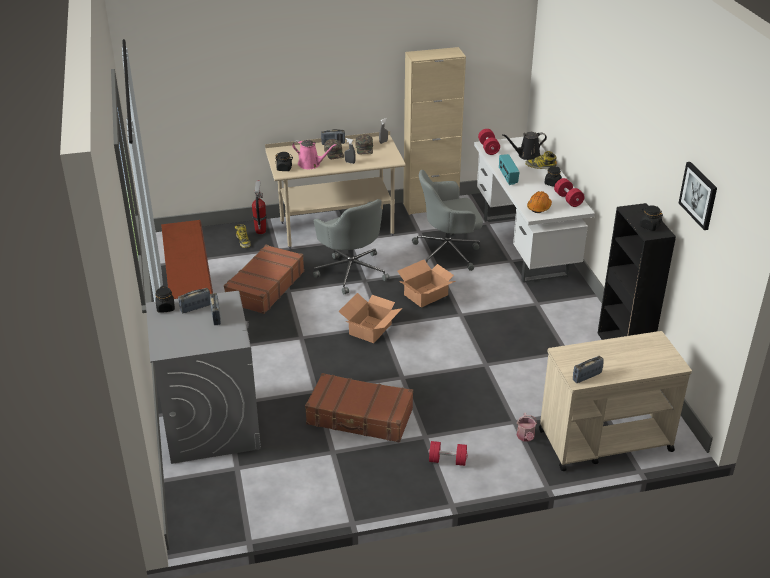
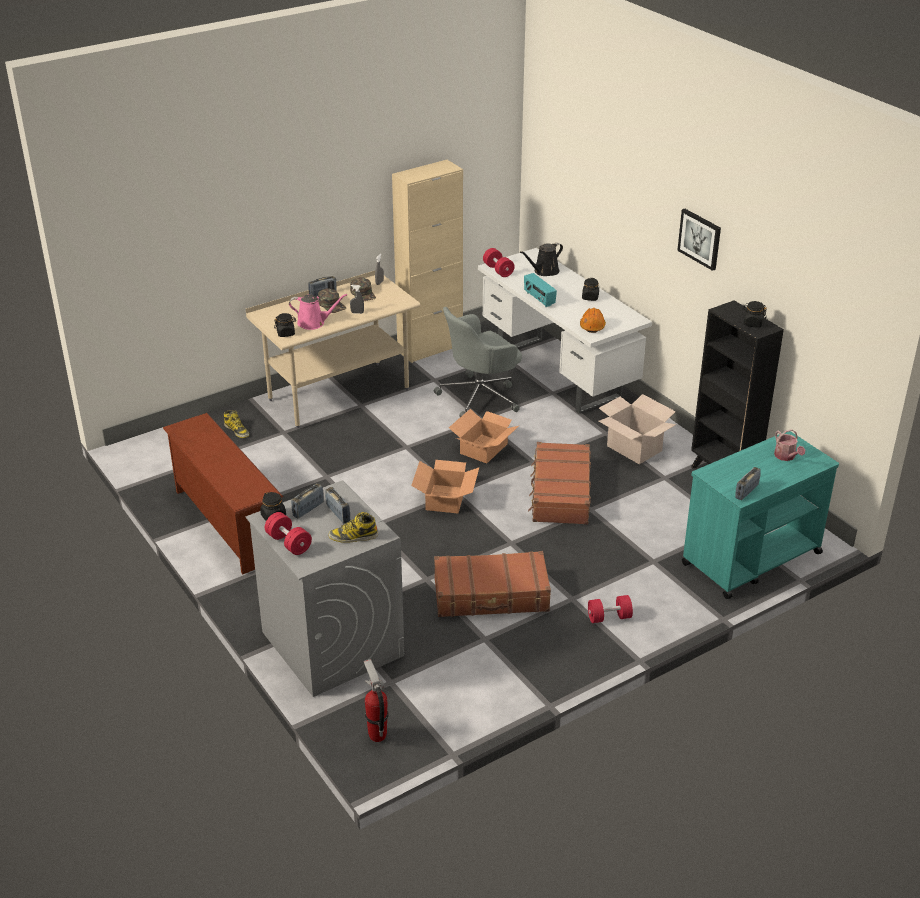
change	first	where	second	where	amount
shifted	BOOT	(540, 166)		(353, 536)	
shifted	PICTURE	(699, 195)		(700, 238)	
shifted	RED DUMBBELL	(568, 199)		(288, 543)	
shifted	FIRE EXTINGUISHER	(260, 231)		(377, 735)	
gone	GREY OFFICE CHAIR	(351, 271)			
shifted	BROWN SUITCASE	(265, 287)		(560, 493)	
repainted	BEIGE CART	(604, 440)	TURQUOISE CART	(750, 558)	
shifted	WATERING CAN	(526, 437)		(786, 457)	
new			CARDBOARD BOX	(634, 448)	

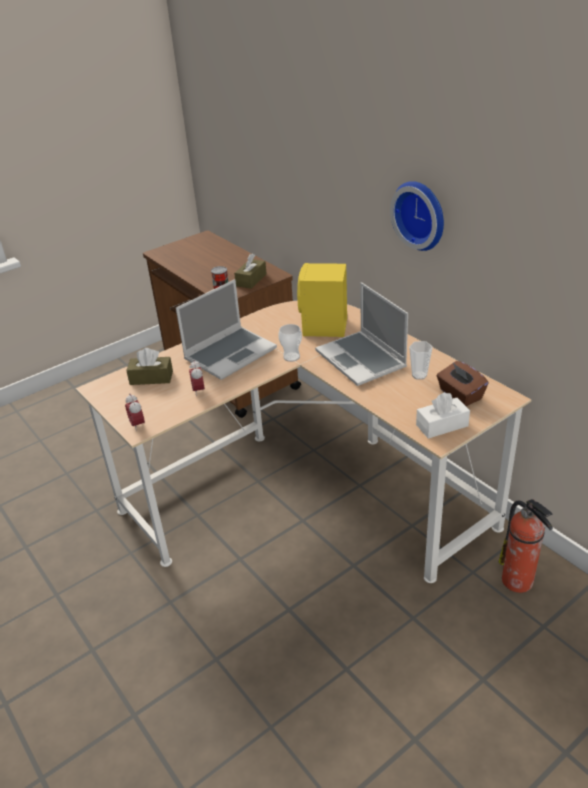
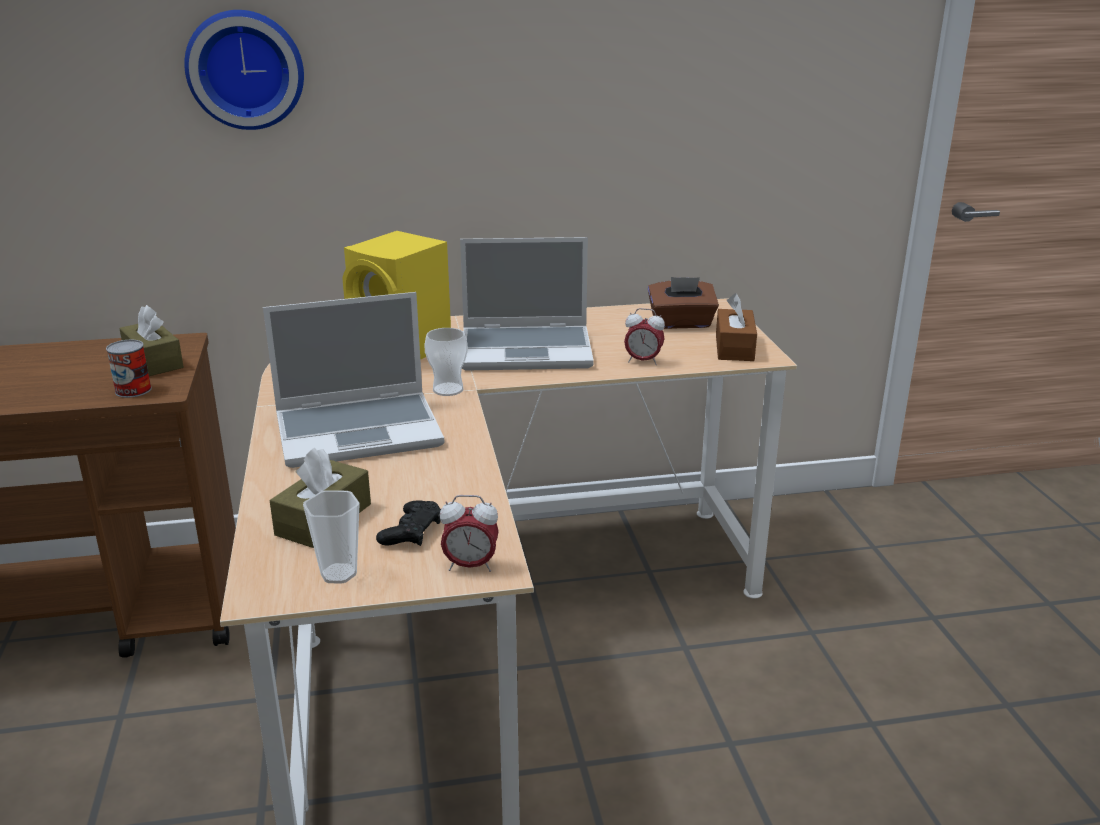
change	first	where	second	where	amount
shifted	WALL CLOCK	(421, 214)		(245, 69)	
rotated	LAPTOP	(230, 353)		(360, 431)	90 degrees clockwise
shifted	CUP	(419, 375)		(338, 574)	
shifted	ALARM CLOCK	(198, 390)		(643, 361)	
repainted	WHITE TISSUE BOX	(442, 425)	BROWN TISSUE BOX	(734, 347)	
gone	FIRE EXTINGUISHER	(518, 581)			
new			BLACK GAME CONTROLLER	(411, 532)	

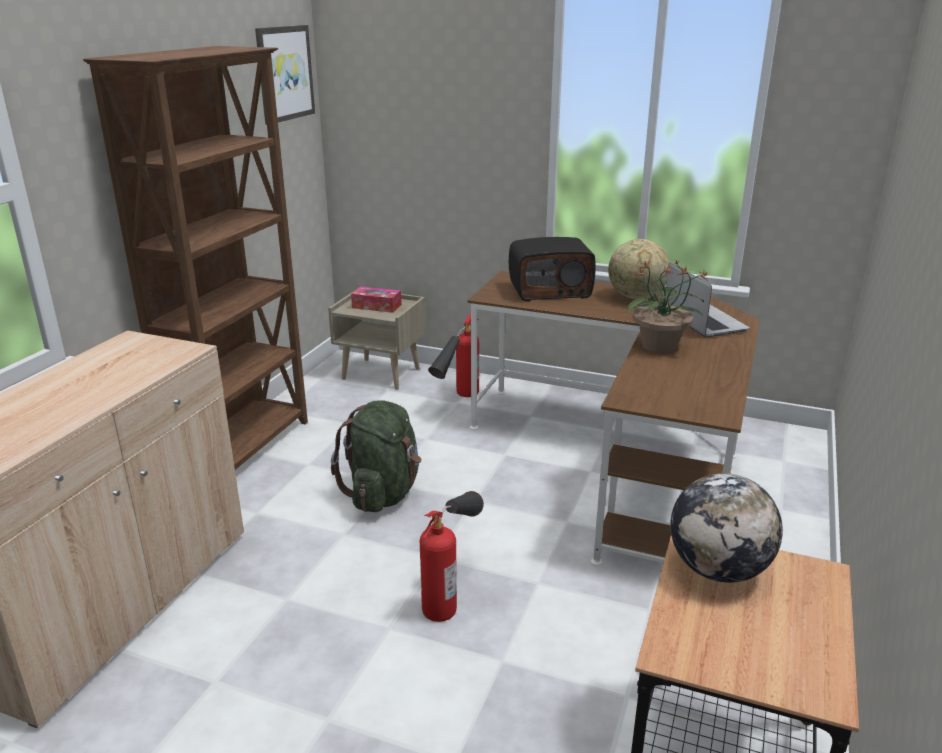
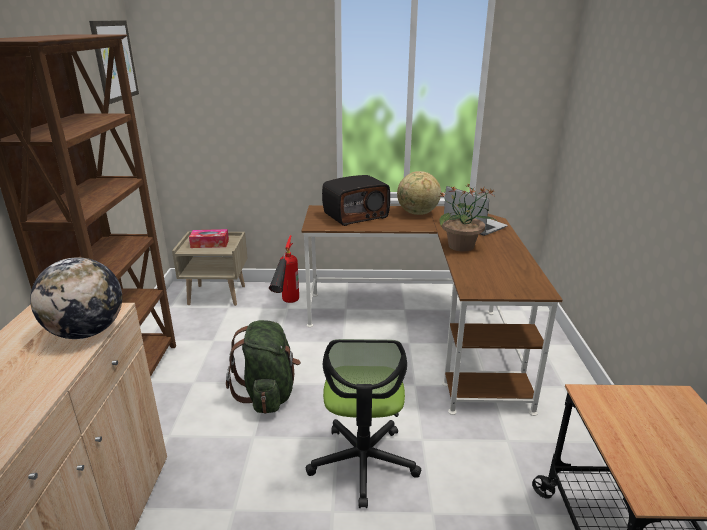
change	first	where	second	where	amount
shifted	GLOBE	(718, 570)		(87, 332)	
swapped	FIRE EXTINGUISHER	(451, 589)	OFFICE CHAIR	(363, 462)	

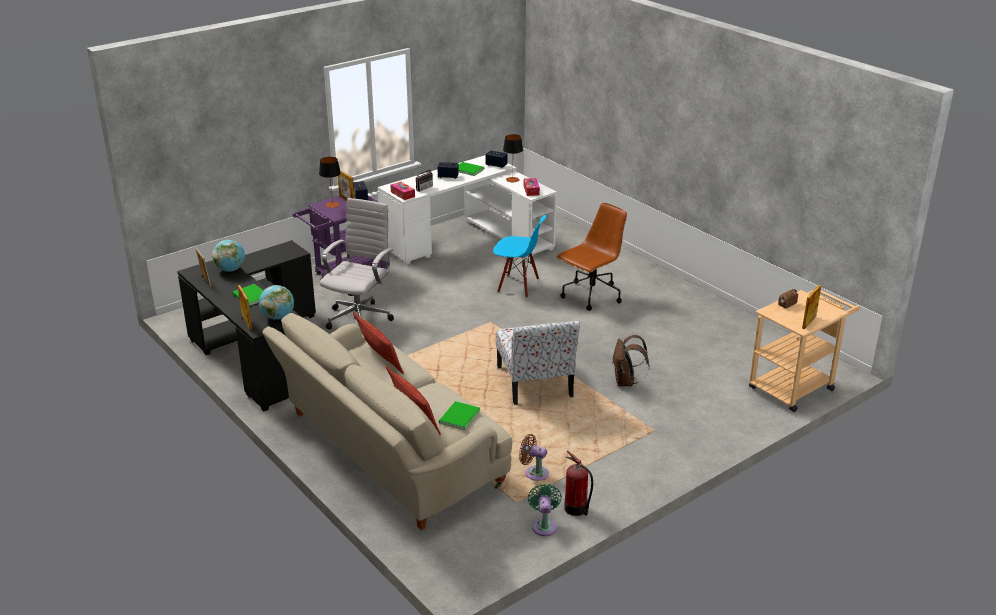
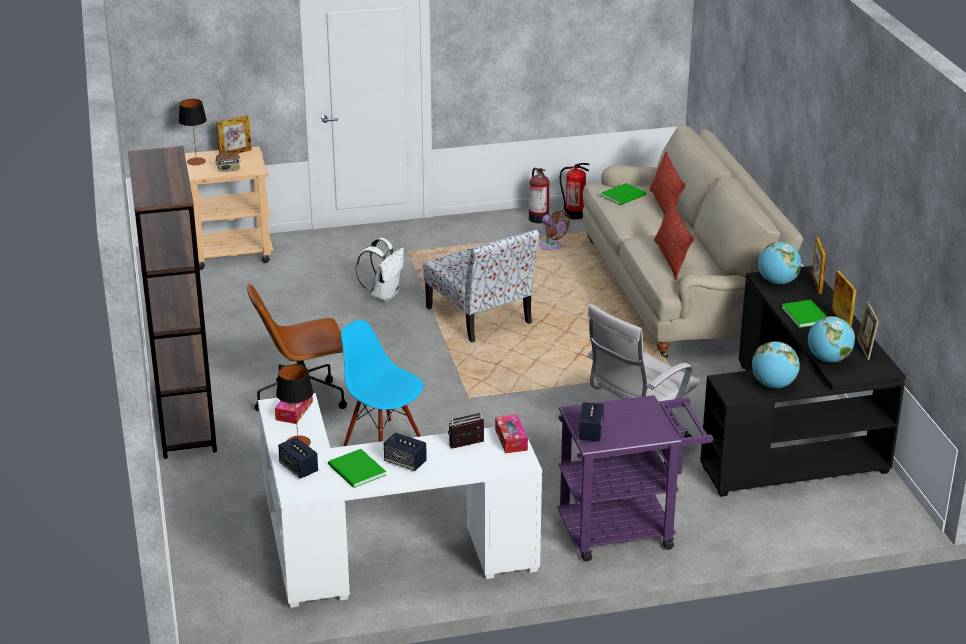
change	first	where	second	where	amount
shifted	TABLE LAMP	(332, 205)		(196, 161)	
shifted	PICTURE FRAME	(347, 200)		(841, 319)	
rotated	CHAIR	(535, 383)		(480, 316)	135 degrees clockwise
repainted	BROWN BACKPACK	(626, 382)	WHITE BACKPACK	(384, 295)	
swapped	GREEN FAN	(544, 525)	FIRE EXTINGUISHER	(574, 214)	
new			BROWN BOOKCASE	(185, 420)	
new			GLOBE	(773, 385)	

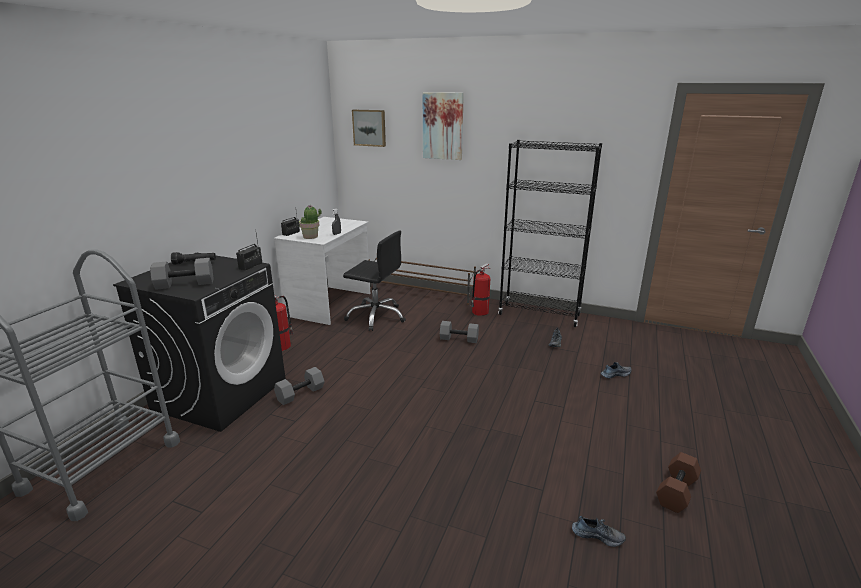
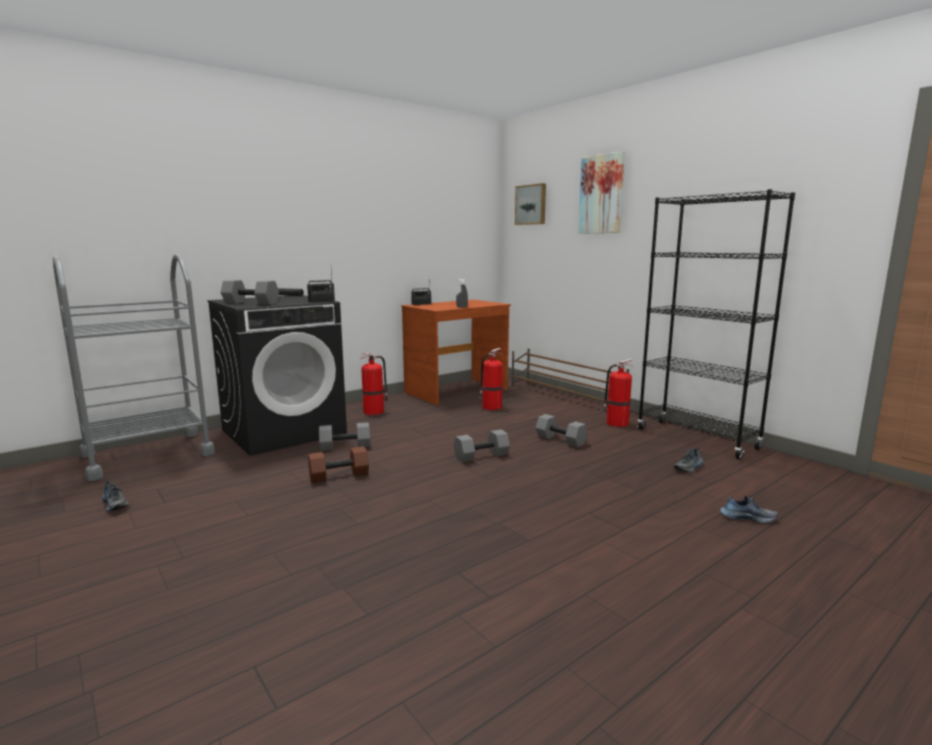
change	first	where	second	where	amount
gone	POTTED PLANT	(311, 237)			
repainted	WHITE DESK	(330, 304)	BROWN DESK	(457, 391)	
swapped	BLACK OFFICE CHAIR	(376, 316)	FIRE EXTINGUISHER	(491, 407)	
shifted	BROWN DUMBBELL	(677, 492)		(338, 476)	
shifted	SHOE	(597, 535)		(115, 504)	
new			GREY DUMBBELL	(481, 456)	

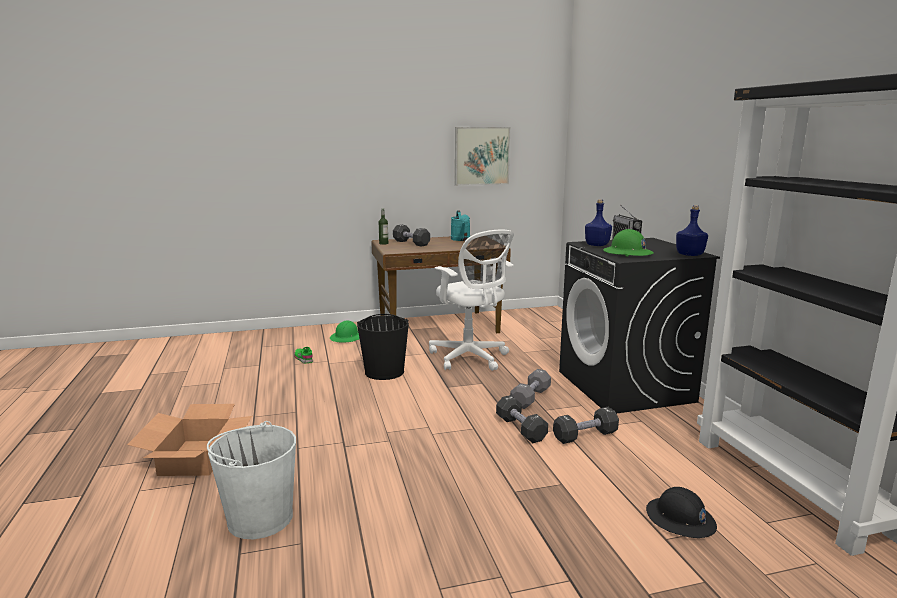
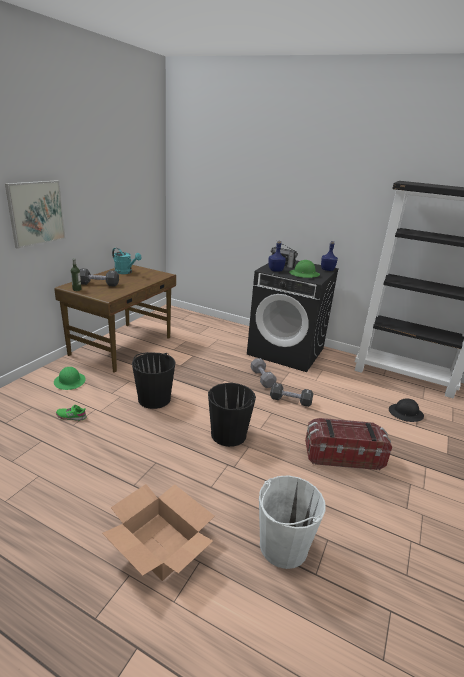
change	first	where	second	where	amount
shifted	PICTURE	(482, 156)		(36, 213)	
gone	WHITE OFFICE CHAIR	(470, 358)			
gone	BLACK DUMBBELL	(585, 436)			
new			BLACK BUCKET	(228, 434)	
new			STORAGE BOX	(342, 455)	

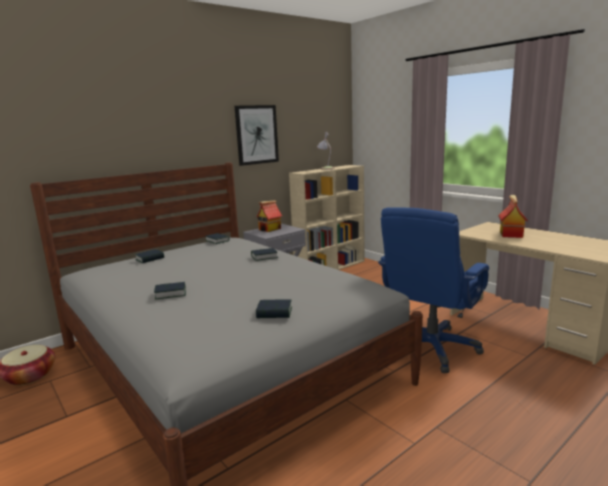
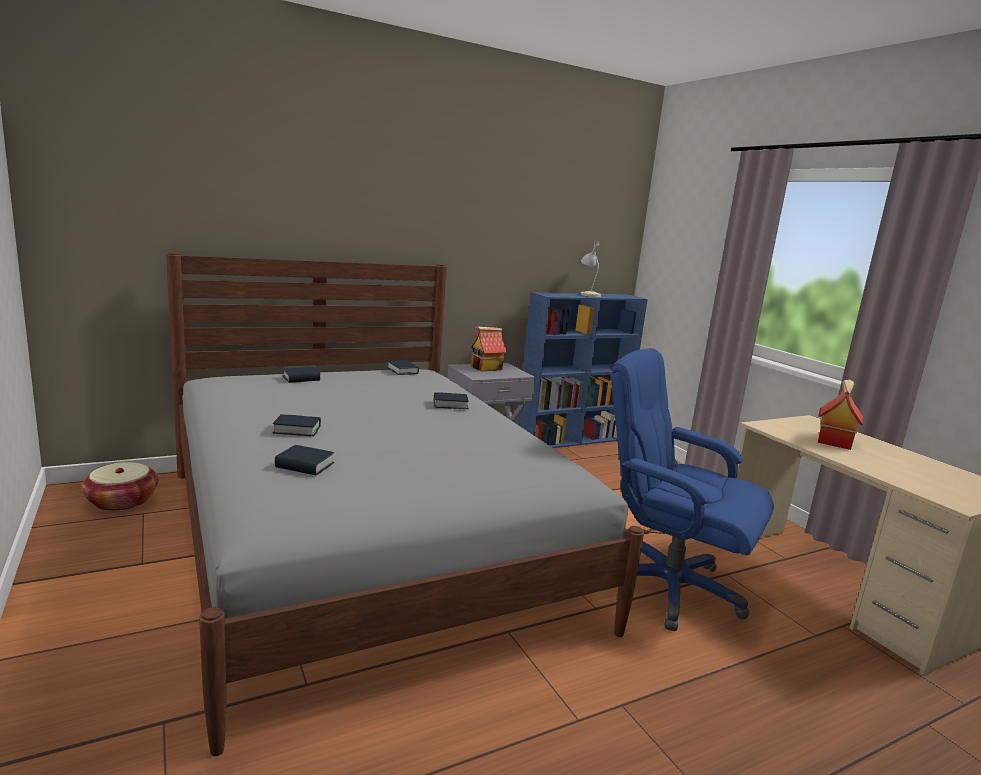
change	first	where	second	where	amount
gone	PICTURE	(256, 134)			
repainted	BEIGE BOOKCASE	(331, 267)	BLUE BOOKCASE	(572, 439)	
rotated	BLUE OFFICE CHAIR	(431, 348)		(668, 588)	75 degrees clockwise
shifted	BOOK	(274, 313)		(305, 465)	

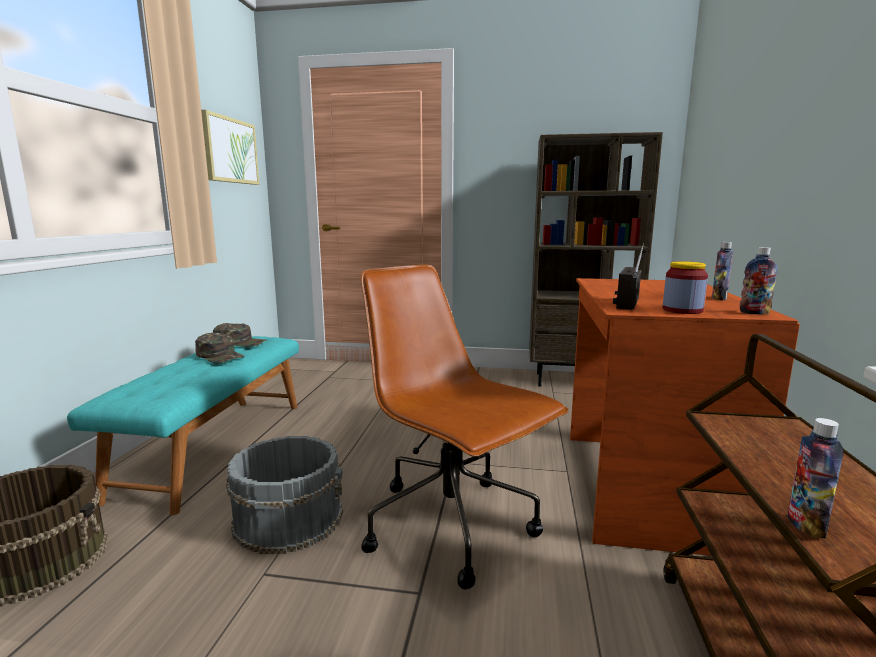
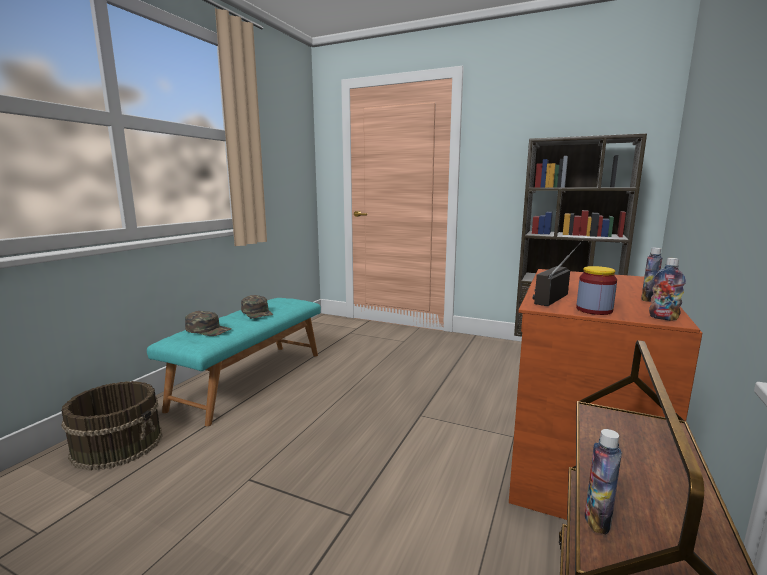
change	first	where	second	where	amount
gone	PICTURE	(230, 150)			
gone	BROWN OFFICE CHAIR	(453, 526)			
shifted	GREEN CAP	(240, 342)		(208, 330)	
gone	GREY BUCKET	(289, 518)			

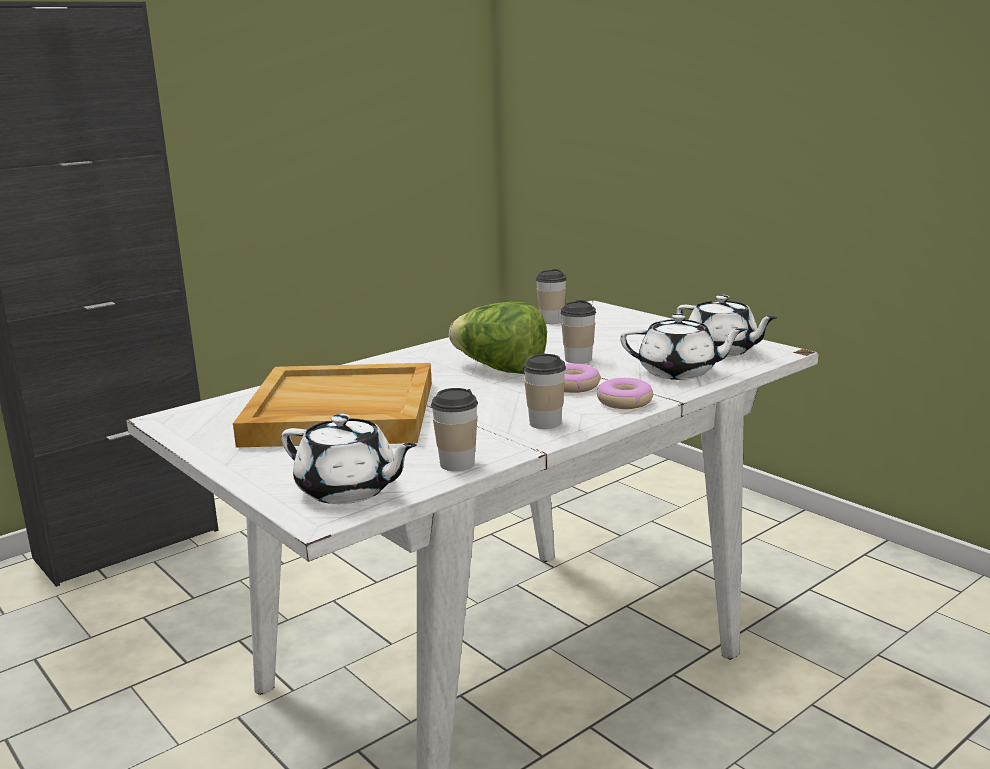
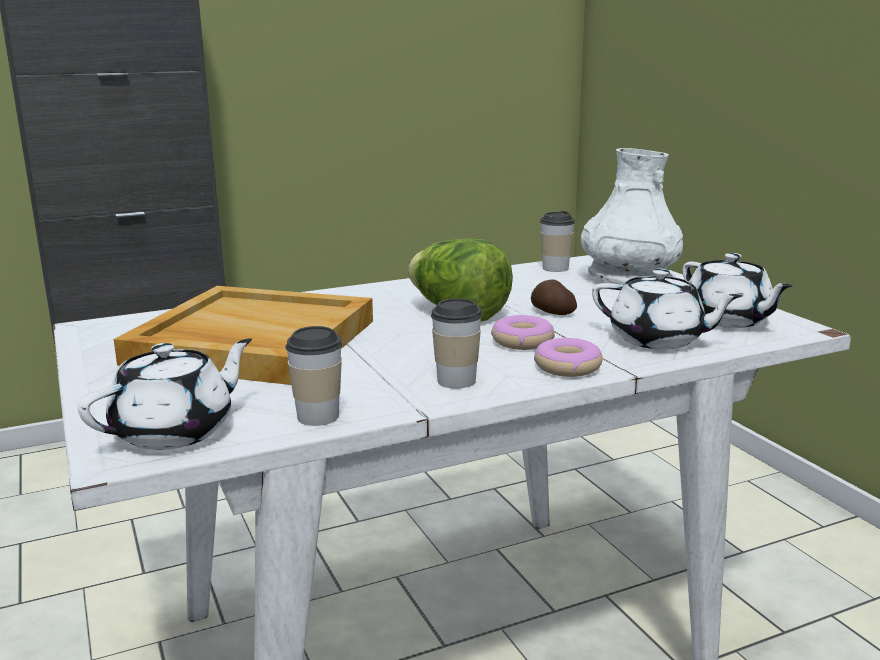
change	first	where	second	where	amount
swapped	CUP	(578, 359)	POTATO	(552, 312)	
rotated	WHITE TEAPOT	(349, 490)		(176, 431)	90 degrees counterclockwise
new			WHITE VASE	(629, 278)	

